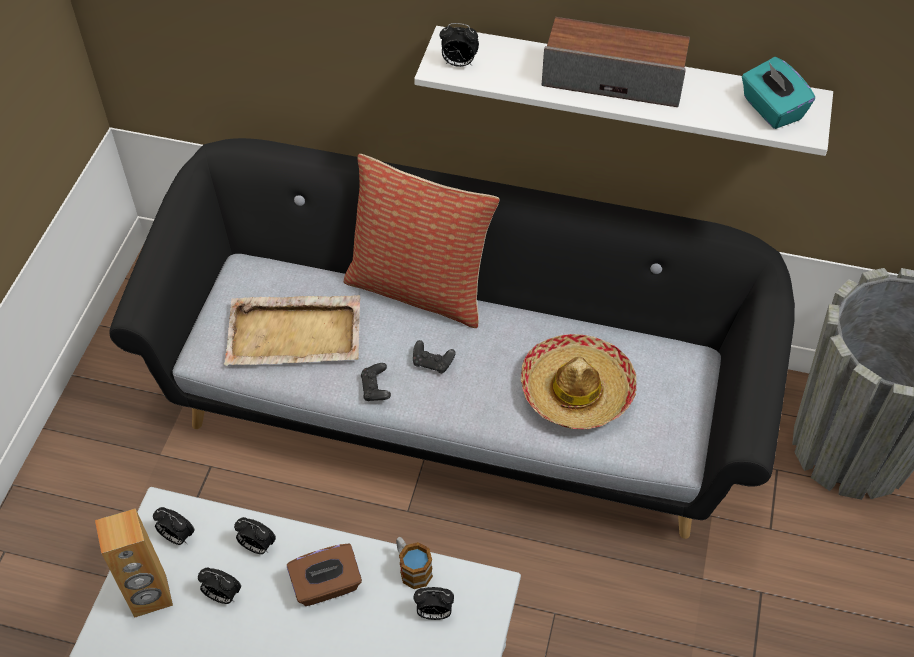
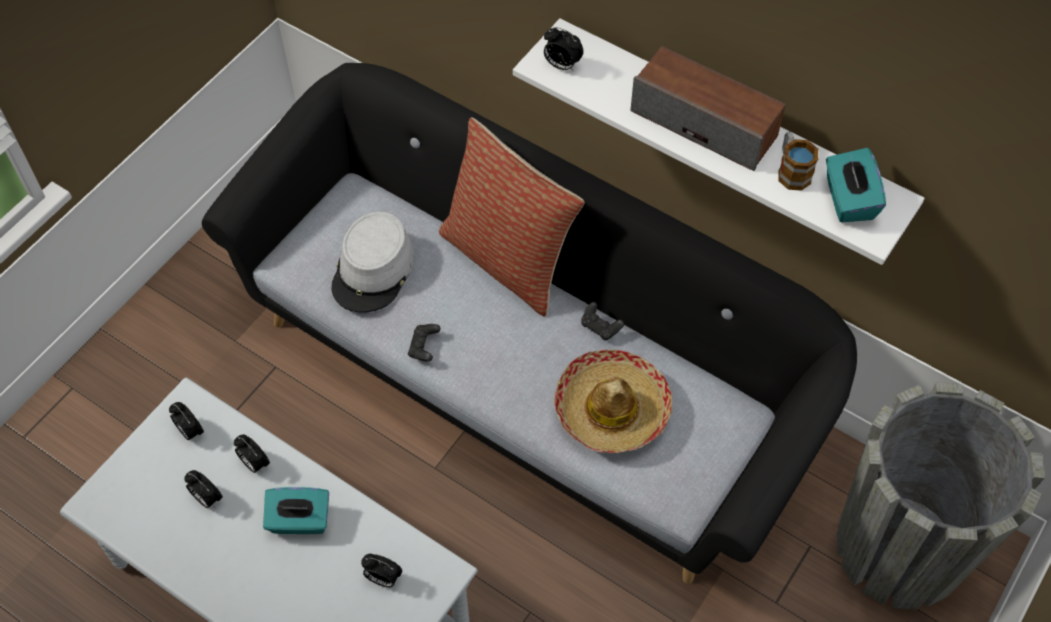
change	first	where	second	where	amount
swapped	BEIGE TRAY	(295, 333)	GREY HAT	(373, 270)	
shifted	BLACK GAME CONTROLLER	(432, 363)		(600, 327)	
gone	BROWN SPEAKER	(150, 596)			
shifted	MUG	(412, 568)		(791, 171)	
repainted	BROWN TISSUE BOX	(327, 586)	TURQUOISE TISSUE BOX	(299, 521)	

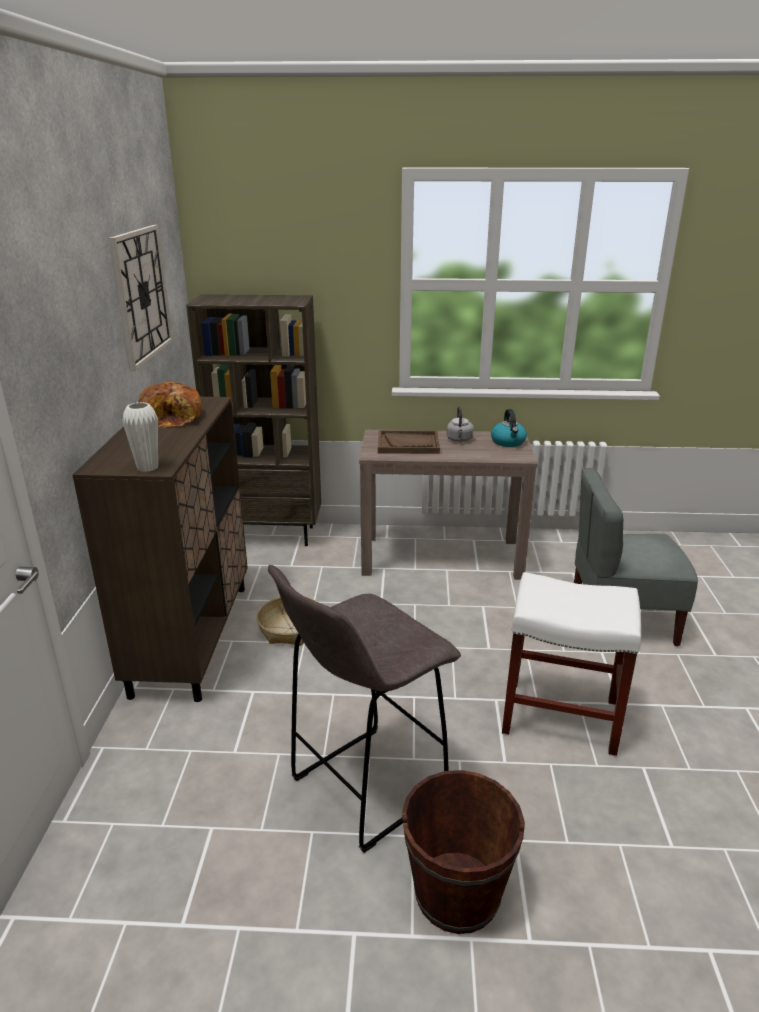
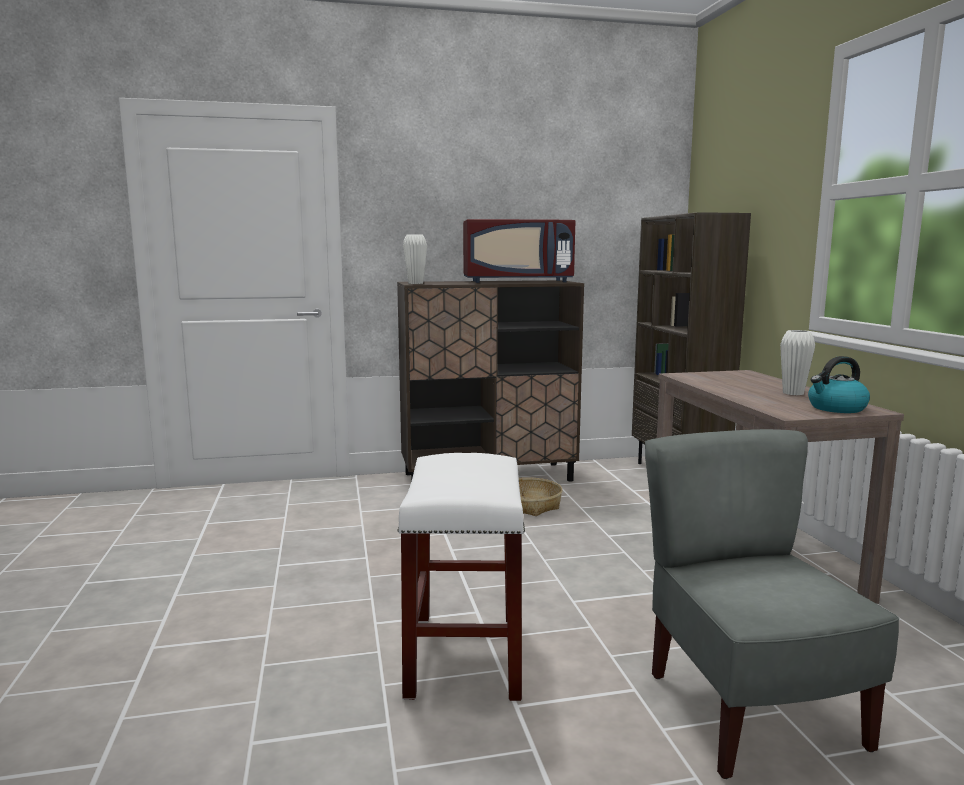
change	first	where	second	where	amount
gone	WALL CLOCK	(141, 295)			
swapped	BREAD	(173, 417)	RED MICROWAVE	(517, 281)	
swapped	GREY KETTLE	(459, 440)	WHITE VASE	(793, 393)	
gone	BROWN TRAY	(408, 444)			
gone	GREY STOOL	(364, 788)			
gone	BROWN BUCKET	(457, 893)			

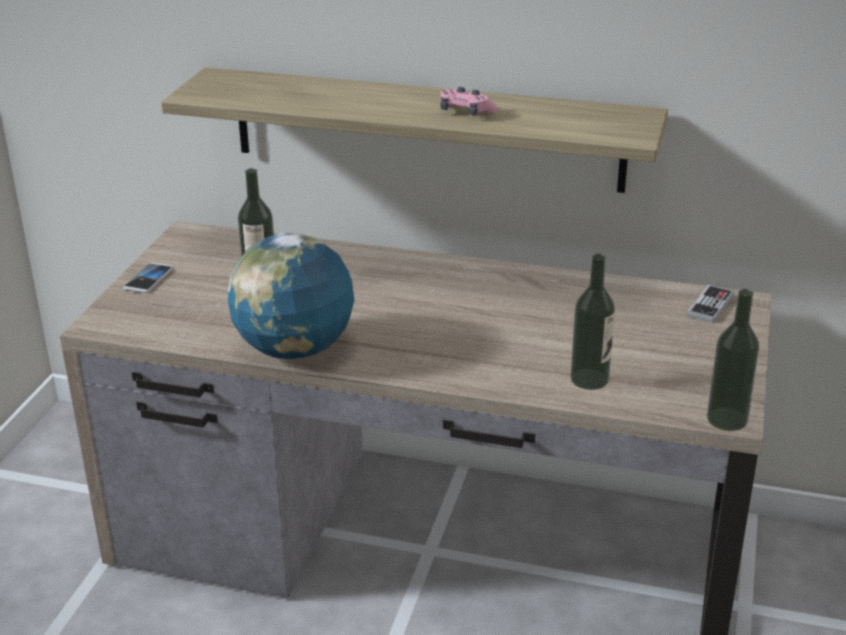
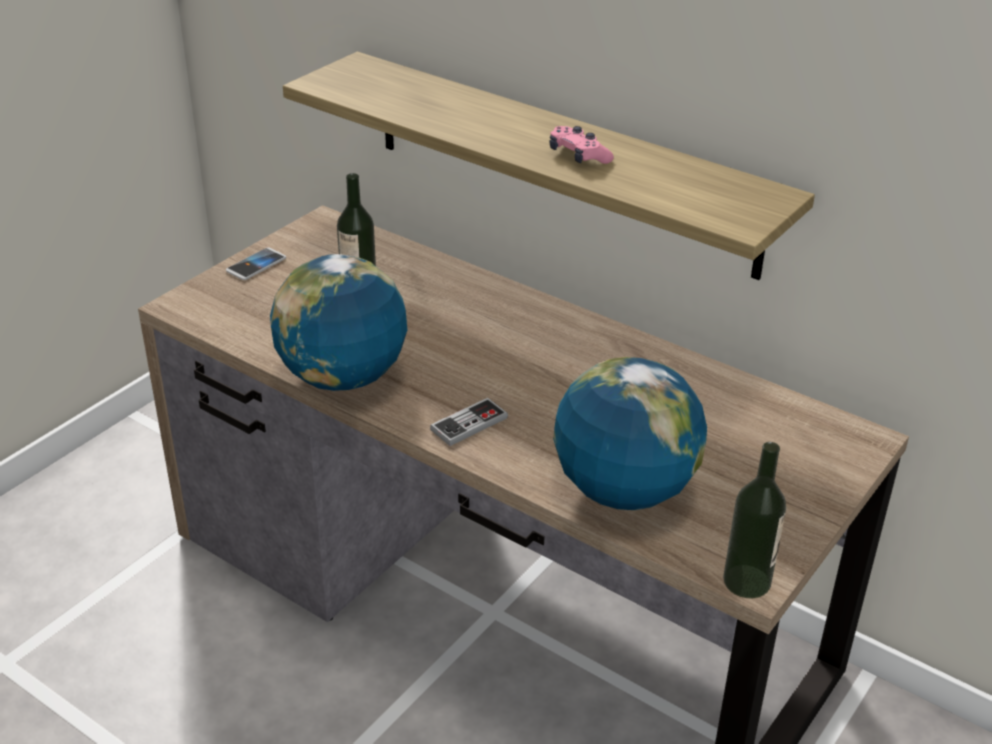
change	first	where	second	where	amount
swapped	BOTTLE	(589, 379)	GLOBE	(623, 490)	
shifted	GAME CONTROLLER	(710, 306)		(469, 424)	

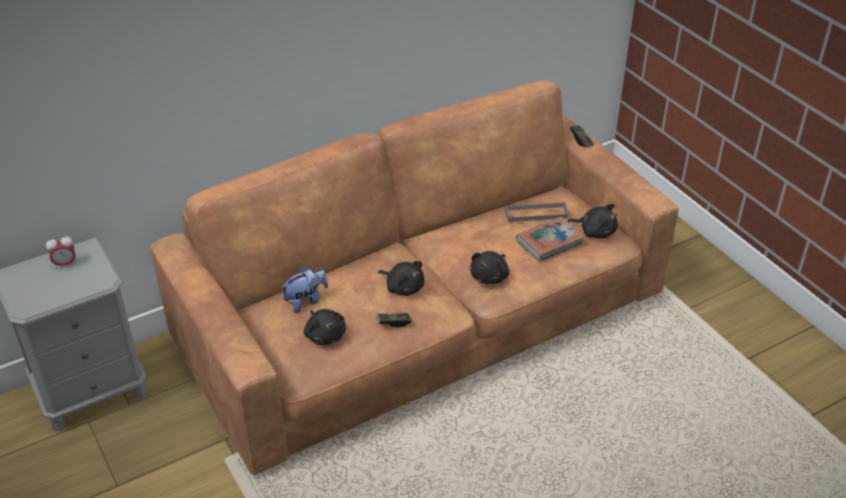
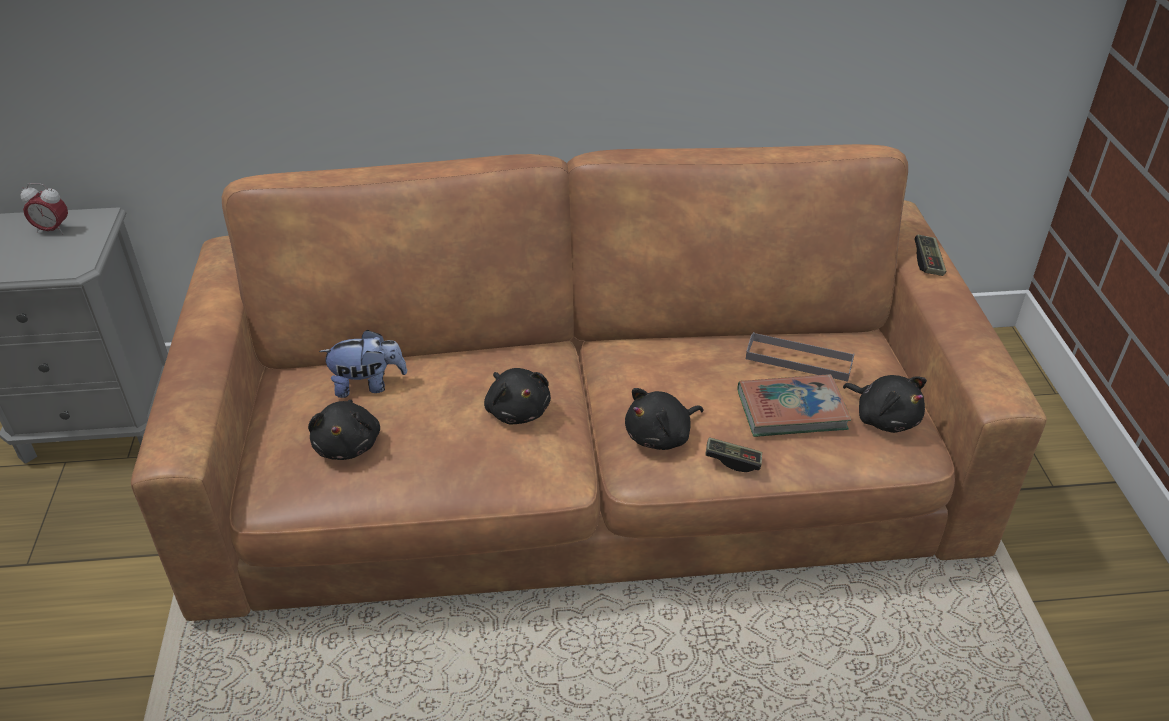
change	first	where	second	where	amount
shifted	GAME CONTROLLER	(393, 322)		(732, 461)	

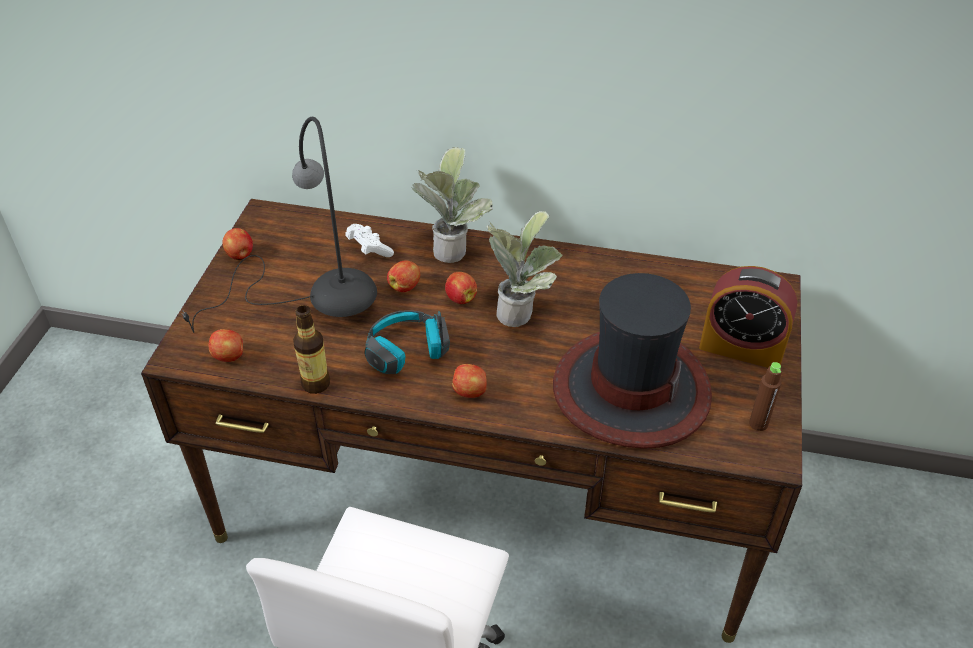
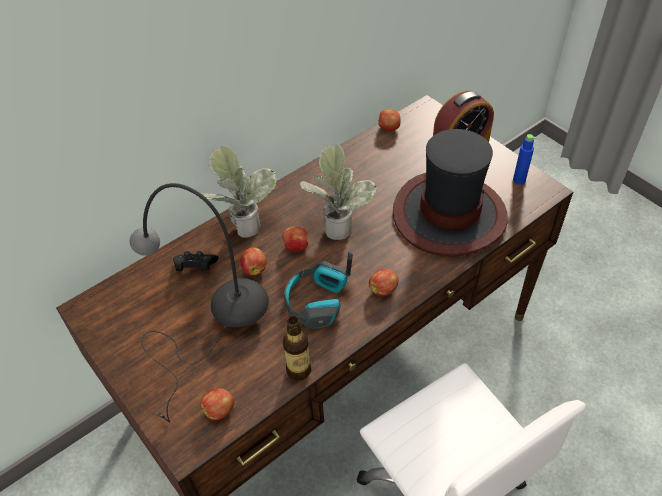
change	first	where	second	where	amount
repainted	WHITE GAME CONTROLLER	(369, 249)	BLACK GAME CONTROLLER	(195, 267)	
shifted	APPLE	(240, 255)		(389, 128)	
repainted	BROWN BOTTLE	(758, 424)	BLUE BOTTLE	(519, 180)	

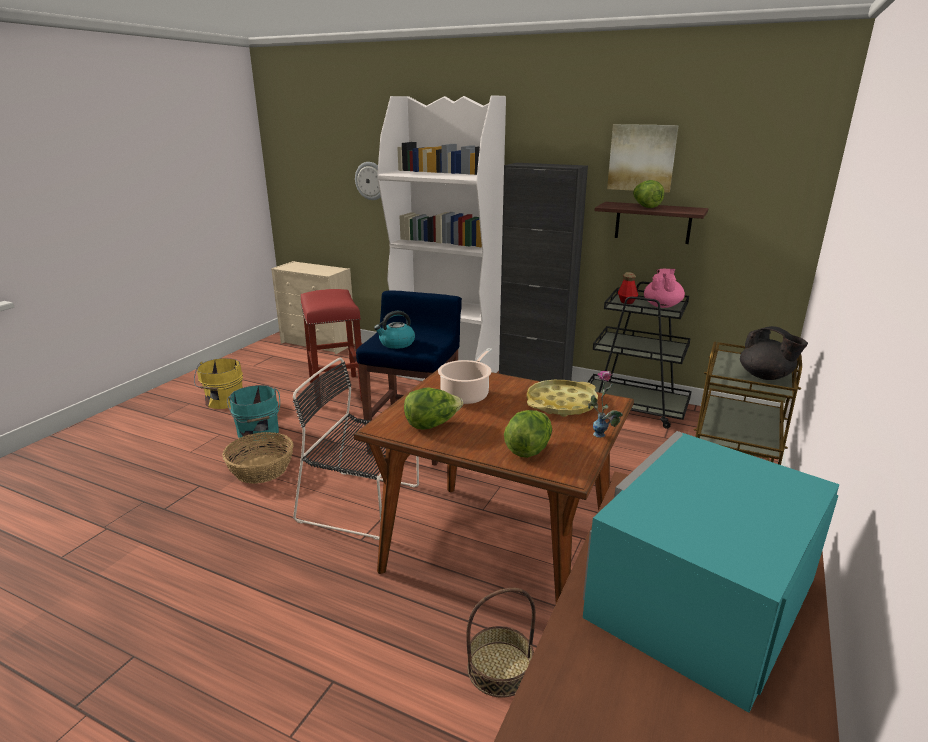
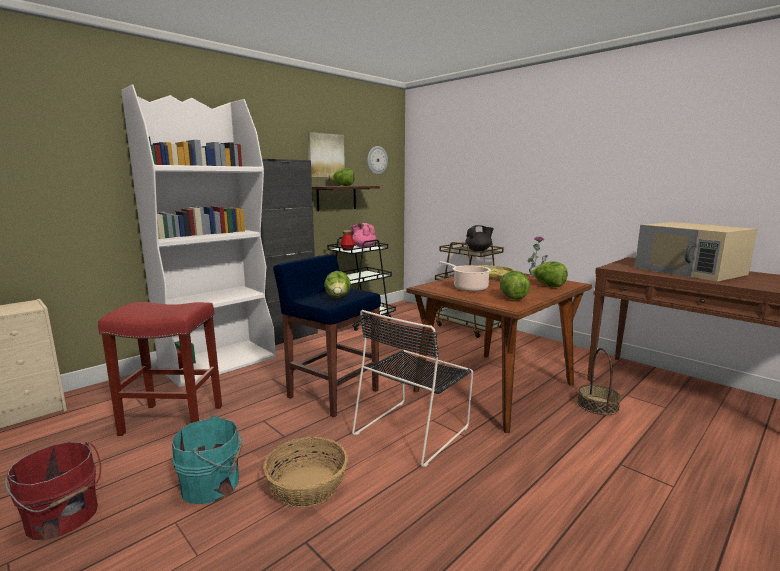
change	first	where	second	where	amount
shifted	WALL CLOCK	(371, 181)		(377, 160)	
swapped	KETTLE	(396, 343)	LETTUCE	(338, 298)	
repainted	YELLOW BUCKET	(223, 401)	RED BUCKET	(63, 518)	
repainted	TURQUOISE MICROWAVE	(698, 597)	BEIGE MICROWAVE	(690, 271)	

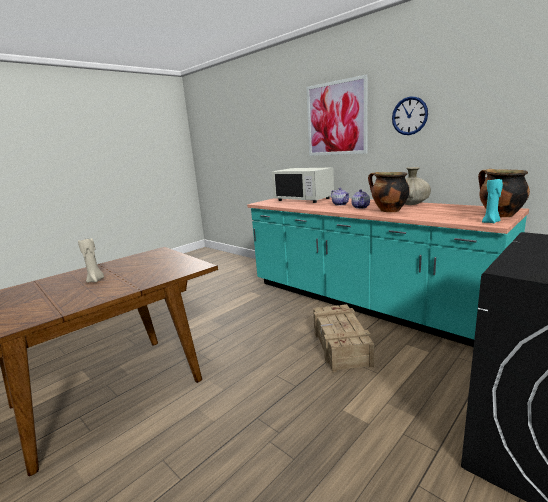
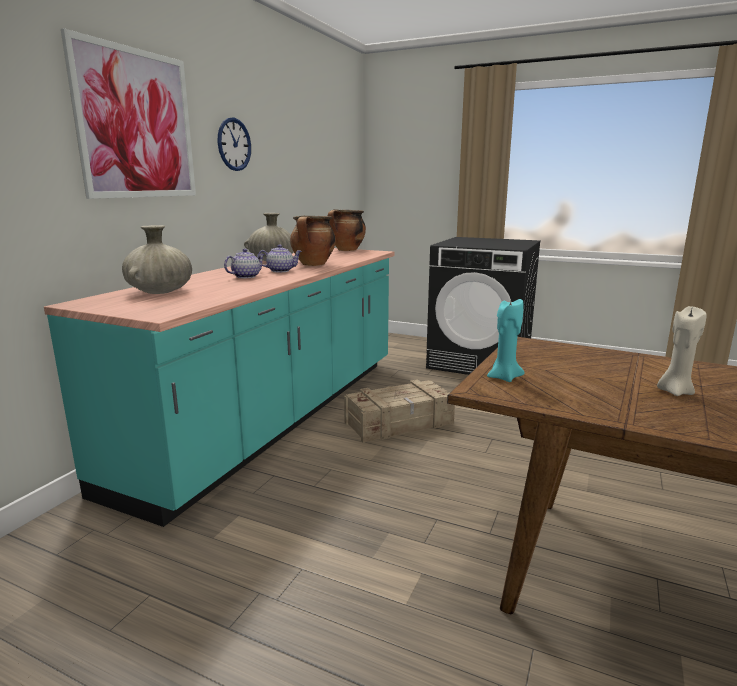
change	first	where	second	where	amount
swapped	WHITE MICROWAVE	(304, 199)	BEIGE VASE	(160, 292)	
shifted	TURQUOISE CANDLE	(491, 222)		(504, 377)	

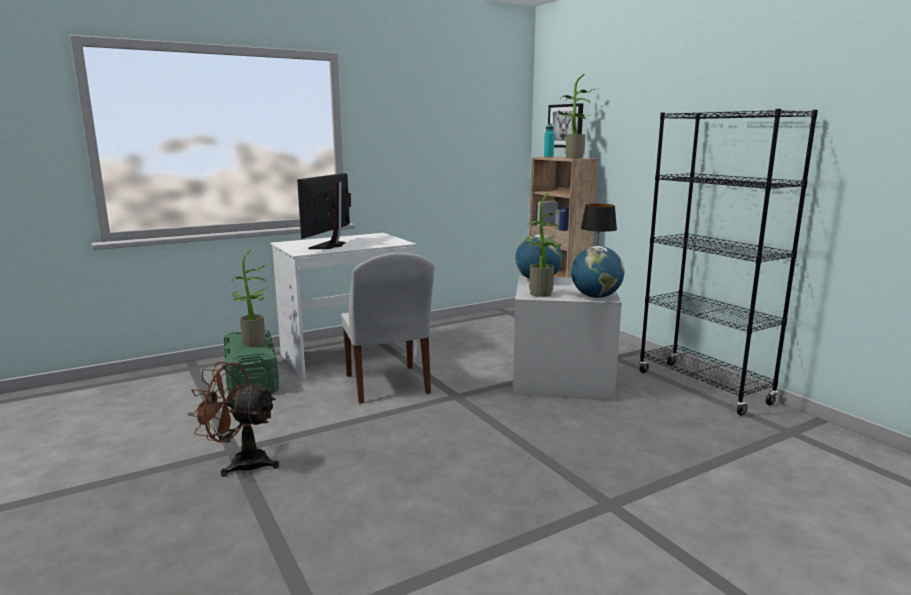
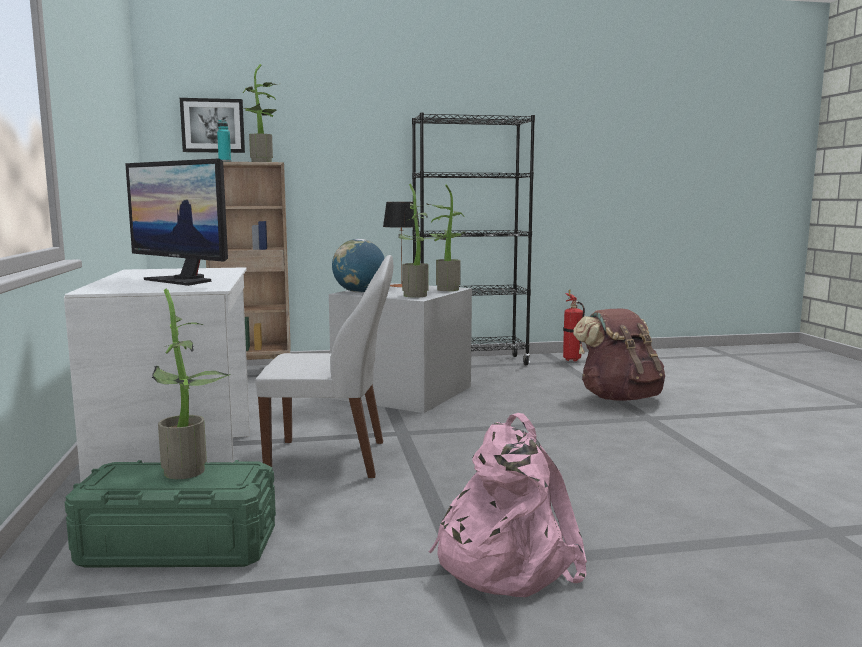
change	first	where	second	where	amount
swapped	GLOBE	(595, 297)	POTTED PLANT	(445, 289)	
swapped	BROWN FAN	(241, 462)	PINK BACKPACK	(504, 561)	
new			FIRE EXTINGUISHER	(573, 360)	
new			BROWN BACKPACK	(620, 398)	

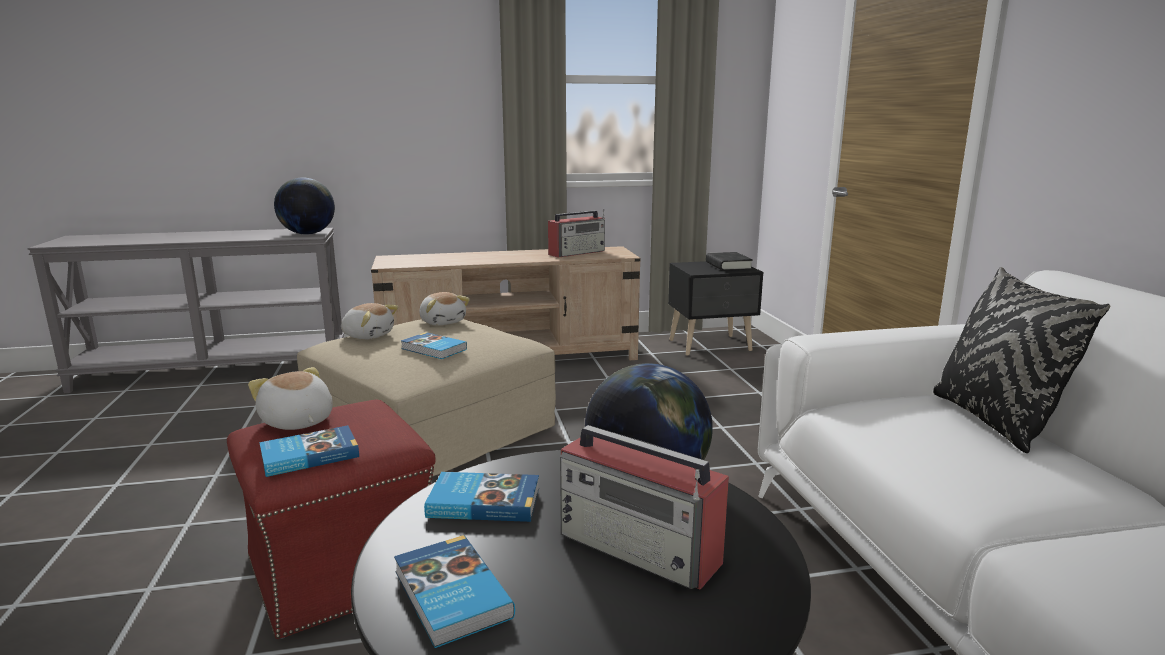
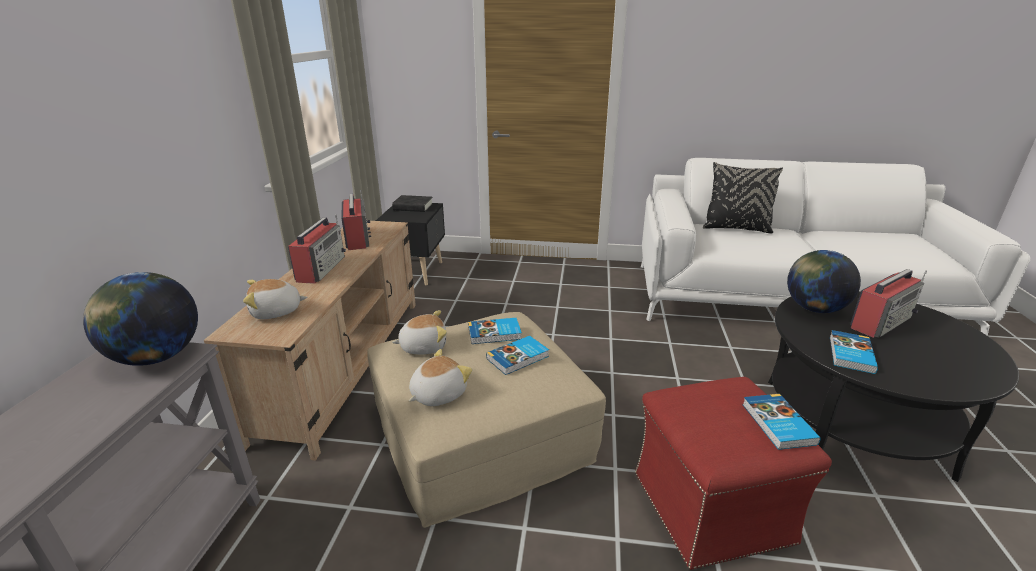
change	first	where	second	where	amount
shifted	PLUSH TOY	(297, 422)		(276, 312)	
shifted	BOOK	(450, 595)		(495, 334)	
new			RADIO	(321, 268)	

